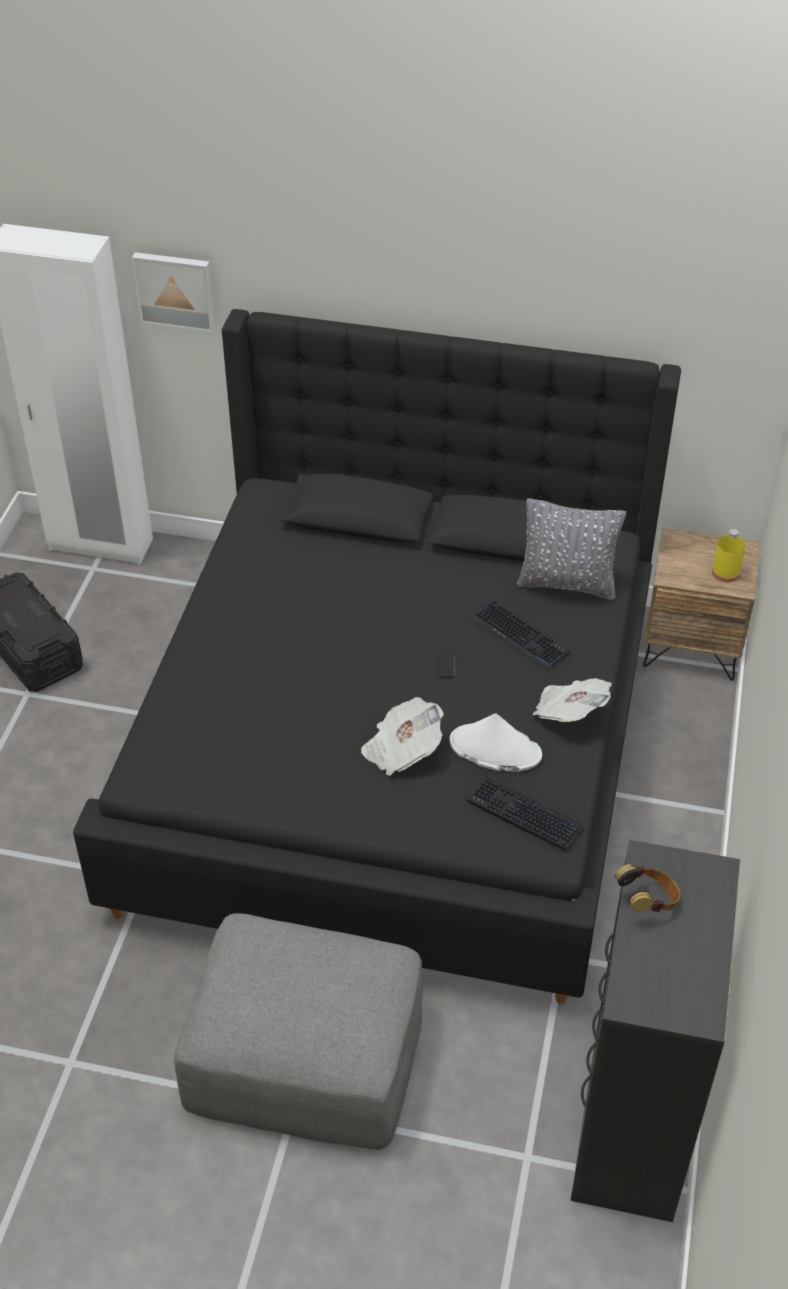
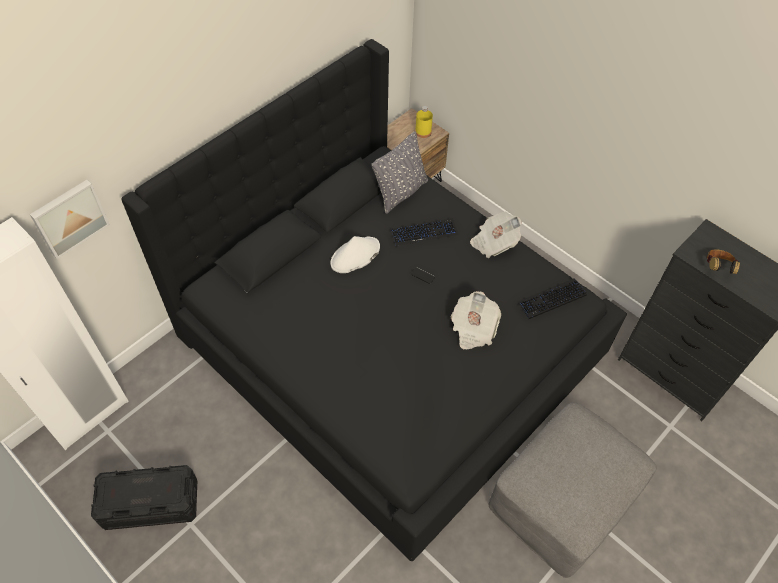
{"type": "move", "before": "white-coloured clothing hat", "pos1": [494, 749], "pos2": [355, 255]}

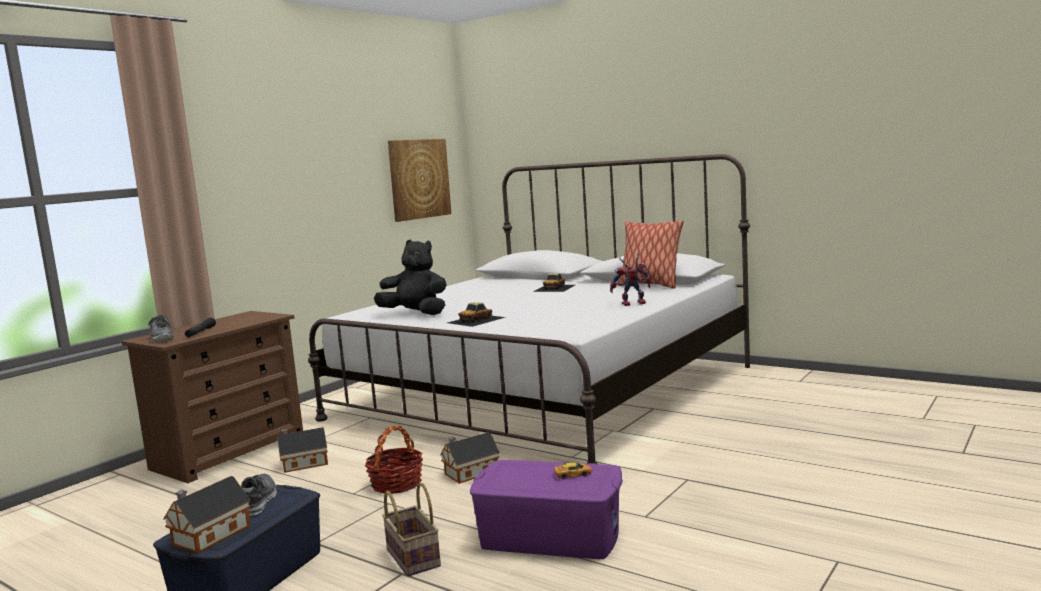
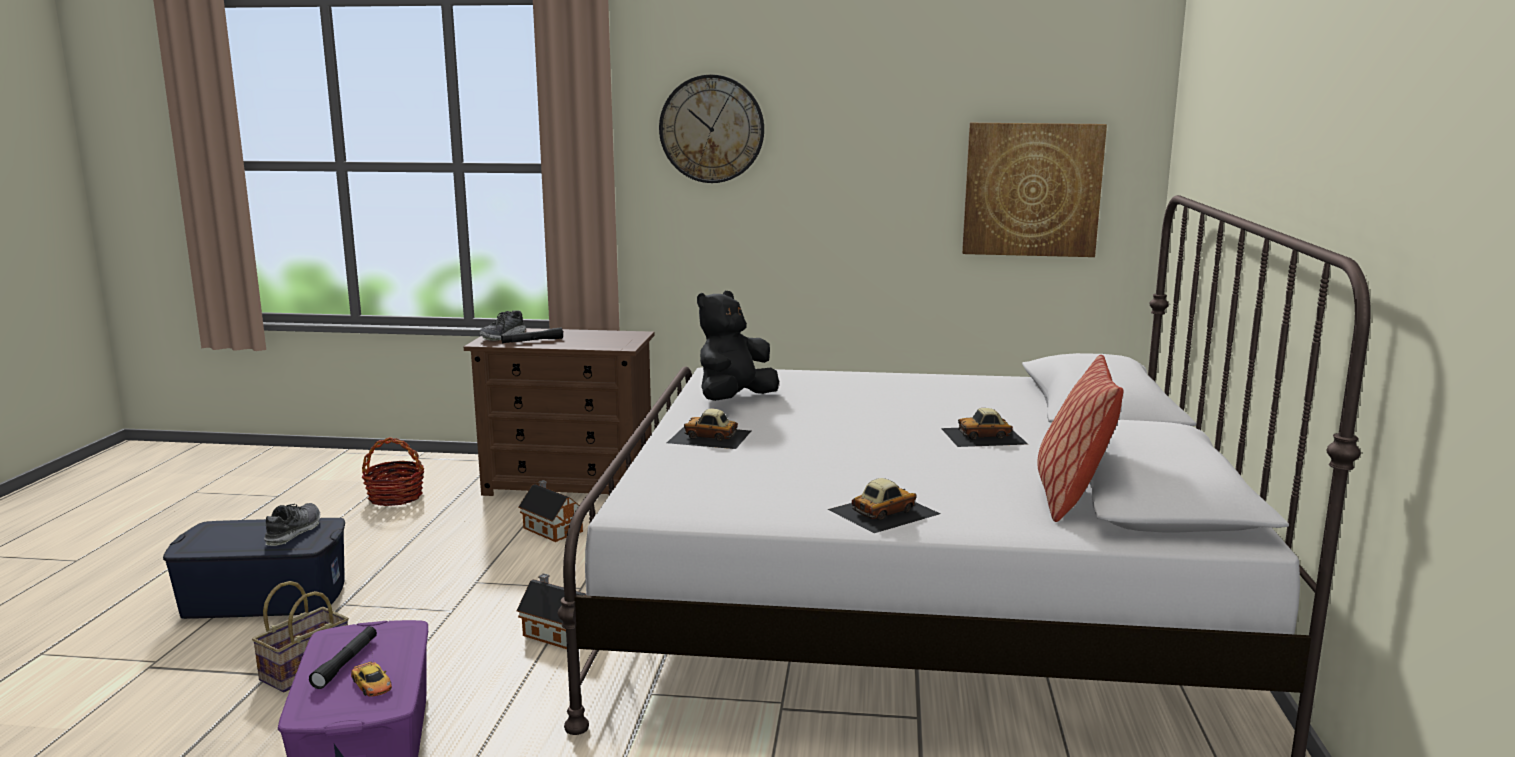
{"type": "rotate", "before": "low shoe", "pos1": [258, 502], "pos2": [293, 532], "turn": -45}
{"type": "insert", "after": "black-coloured hand torch", "pos2": [346, 663]}
{"type": "move", "before": "household basket", "pos1": [396, 484], "pos2": [395, 497]}
{"type": "insert", "after": "hanging clock", "pos2": [712, 129]}
{"type": "rotate", "before": "black-coloured cuddly toy", "pos1": [416, 314], "pos2": [734, 400], "turn": -135}
{"type": "replace", "before": "robot figure", "after": "model car", "pos1": [632, 304], "pos2": [883, 511]}
{"type": "delete", "before": "miniature house", "pos1": [208, 536]}

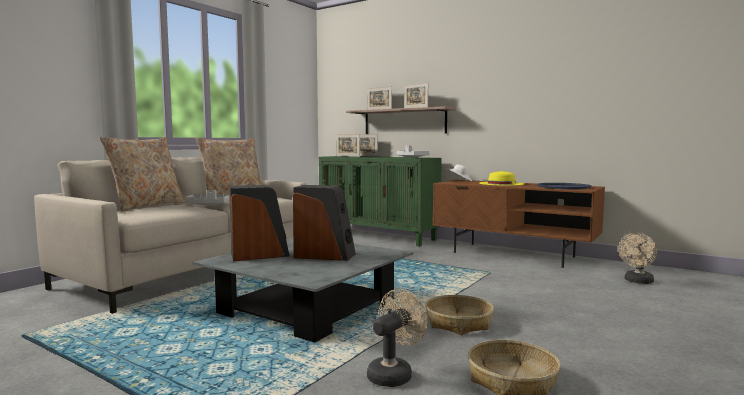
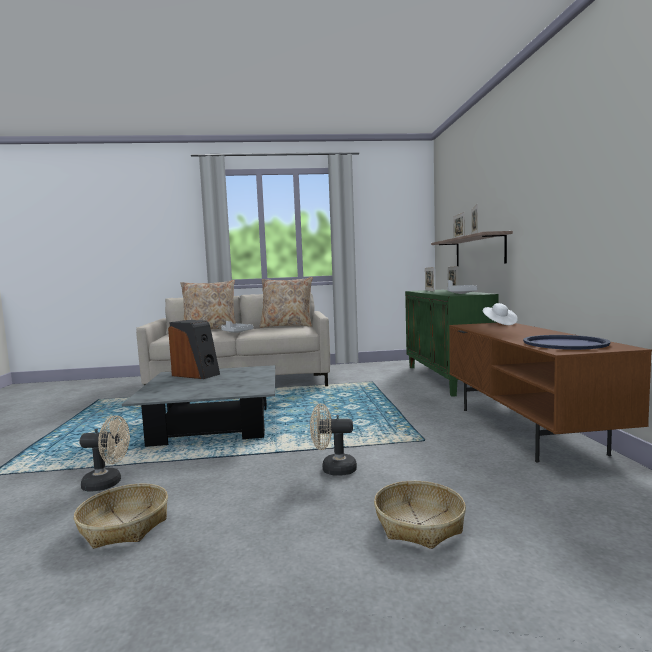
{"type": "move", "before": "sand-coloured fan", "pos1": [637, 281], "pos2": [333, 469]}
{"type": "move", "before": "household basket", "pos1": [459, 323], "pos2": [419, 524]}
{"type": "delete", "before": "loudspeaker", "pos1": [324, 255]}
{"type": "delete", "before": "yellowish clothing hat", "pos1": [501, 183]}

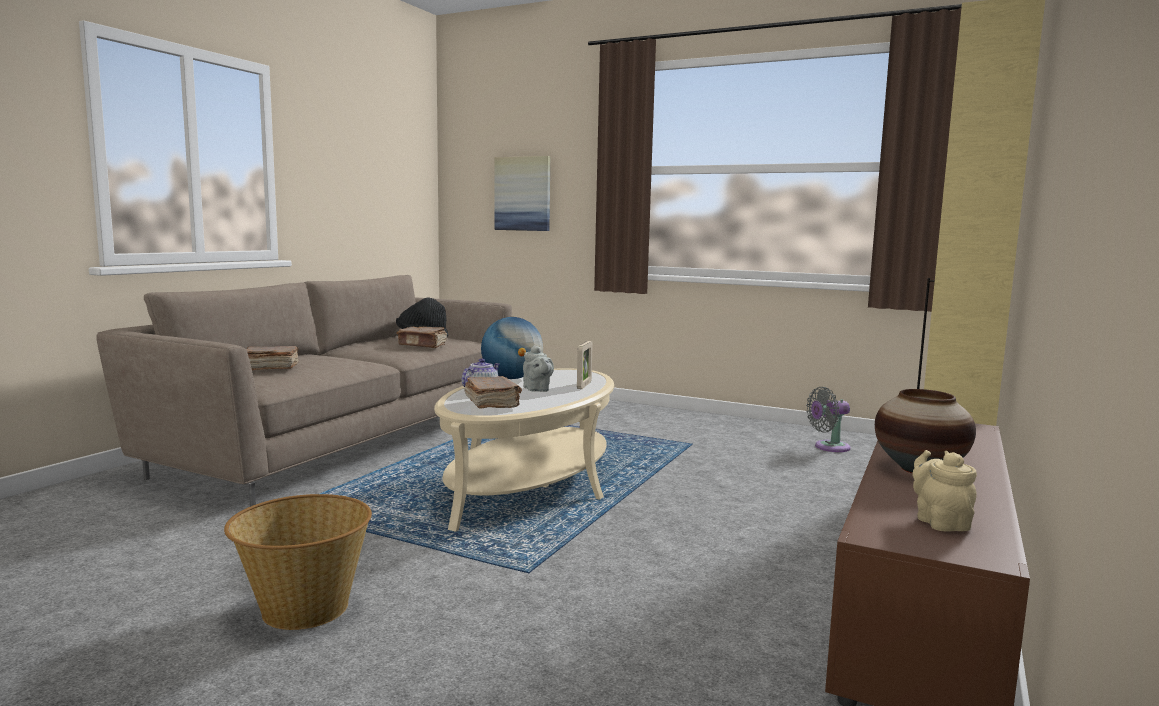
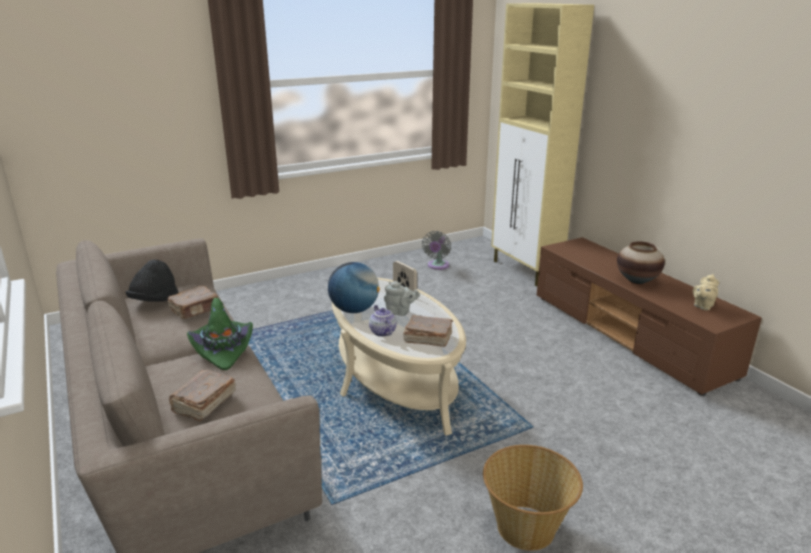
{"type": "insert", "after": "green-coloured clothing hat", "pos2": [223, 349]}
{"type": "rotate", "before": "sand-coloured tea pot", "pos1": [939, 522], "pos2": [702, 306], "turn": -75}
{"type": "delete", "before": "picture", "pos1": [523, 194]}

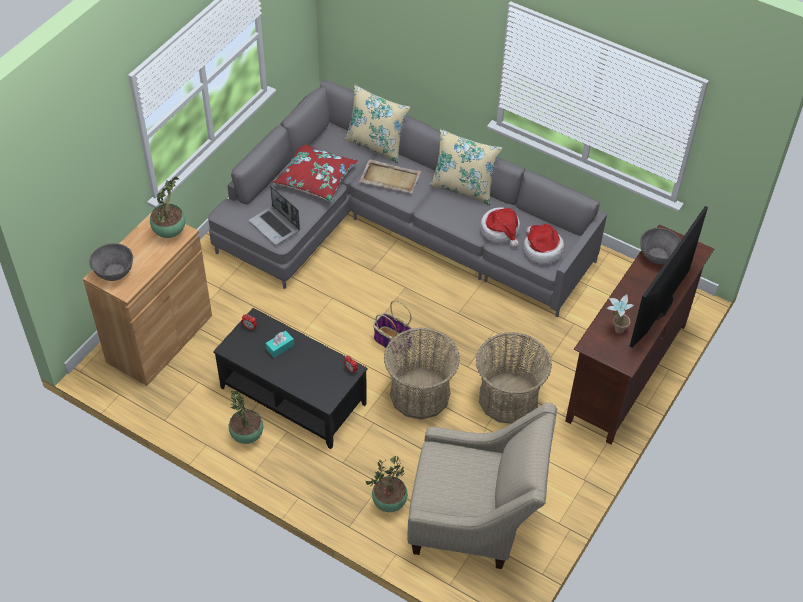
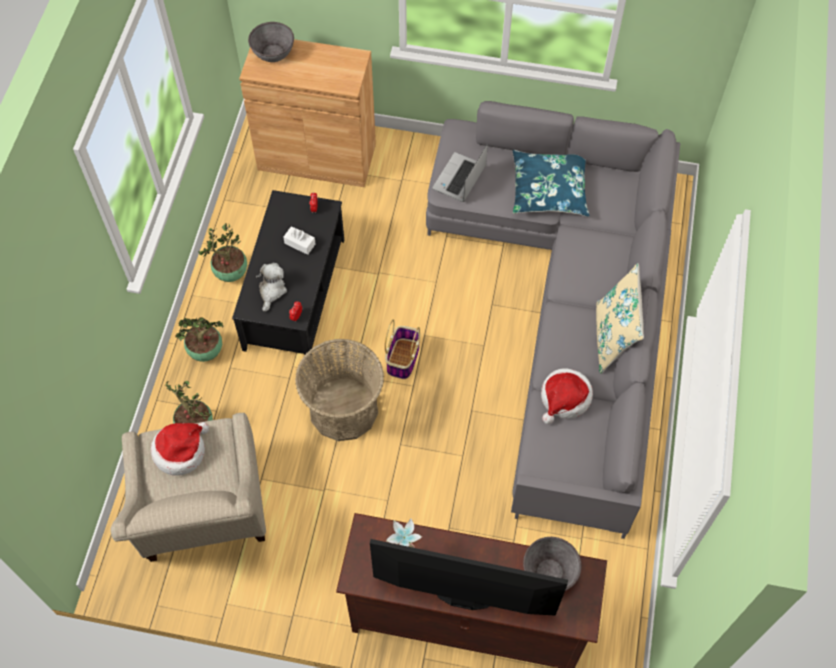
{"type": "move", "before": "clothing hat", "pos1": [541, 249], "pos2": [181, 451]}
{"type": "move", "before": "plant in a pot", "pos1": [170, 231], "pos2": [207, 351]}
{"type": "insert", "after": "cuddly toy", "pos2": [271, 291]}
{"type": "recolor", "before": "turquoise-coloured tissue holder", "after": "white-coloured tissue holder", "pos1": [280, 347], "pos2": [300, 243]}
{"type": "recolor", "before": "red-coloured pillow", "after": "bluish pillow", "pos1": [315, 178], "pos2": [549, 190]}
{"type": "delete", "before": "sand-coloured pillow", "pos1": [376, 145]}
{"type": "delete", "before": "sand-coloured tray", "pos1": [389, 178]}
{"type": "delete", "before": "household basket", "pos1": [508, 398]}

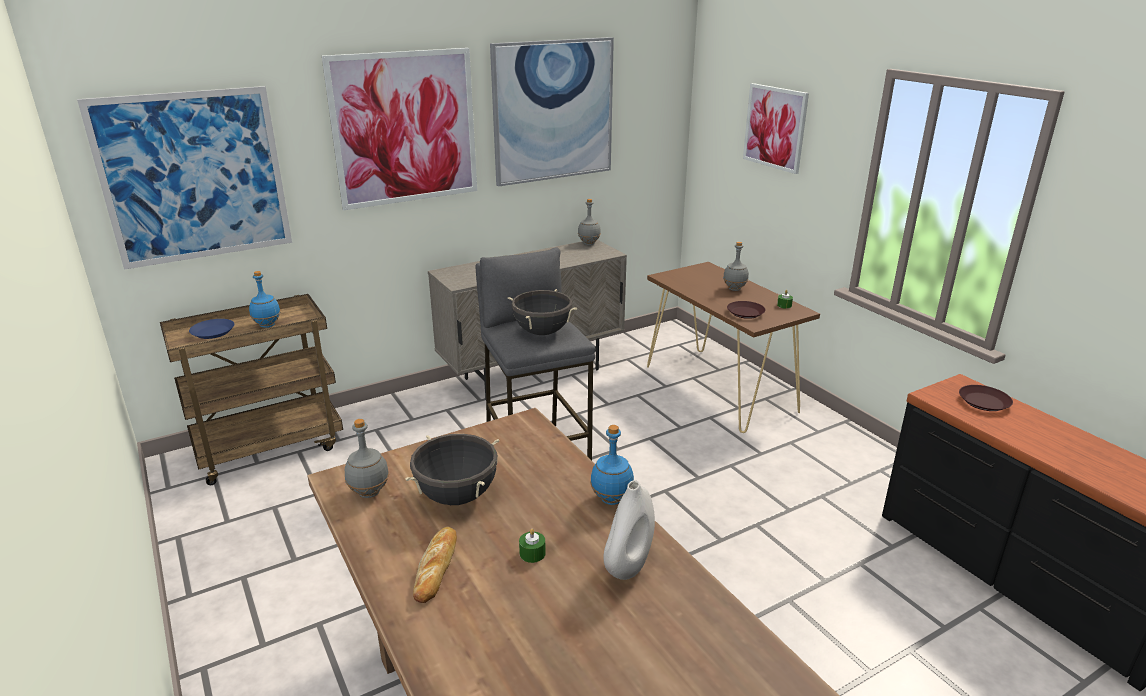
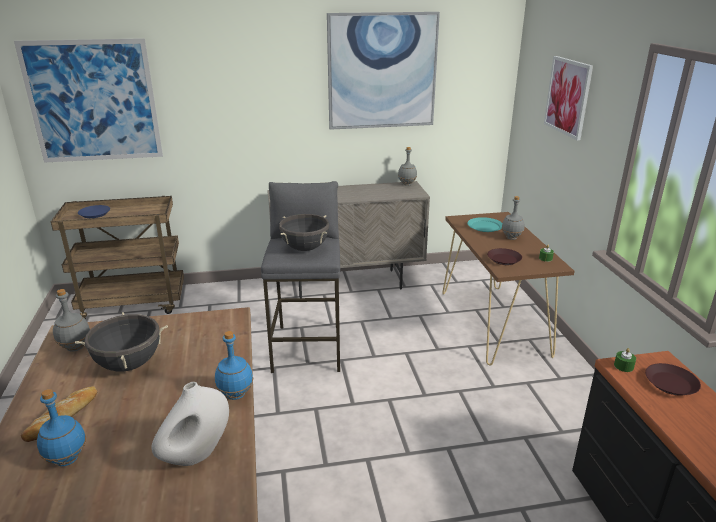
{"type": "move", "before": "bluish beverage bottle", "pos1": [268, 325], "pos2": [68, 459]}
{"type": "insert", "after": "turquoise-coloured dinner plate", "pos2": [484, 226]}
{"type": "move", "before": "green-coloured wax candle", "pos1": [532, 553], "pos2": [623, 366]}
{"type": "delete", "before": "picture", "pos1": [405, 128]}

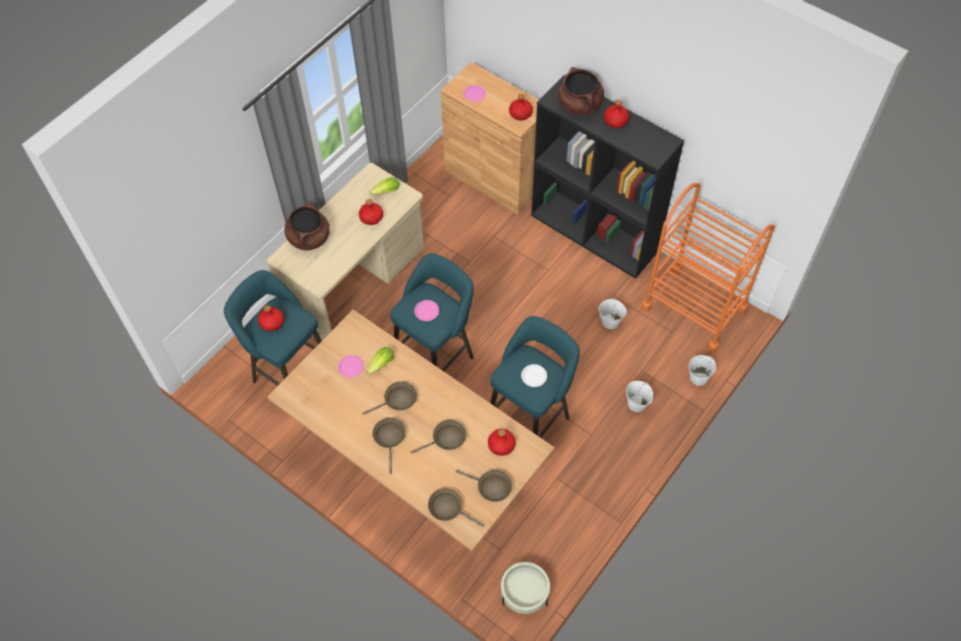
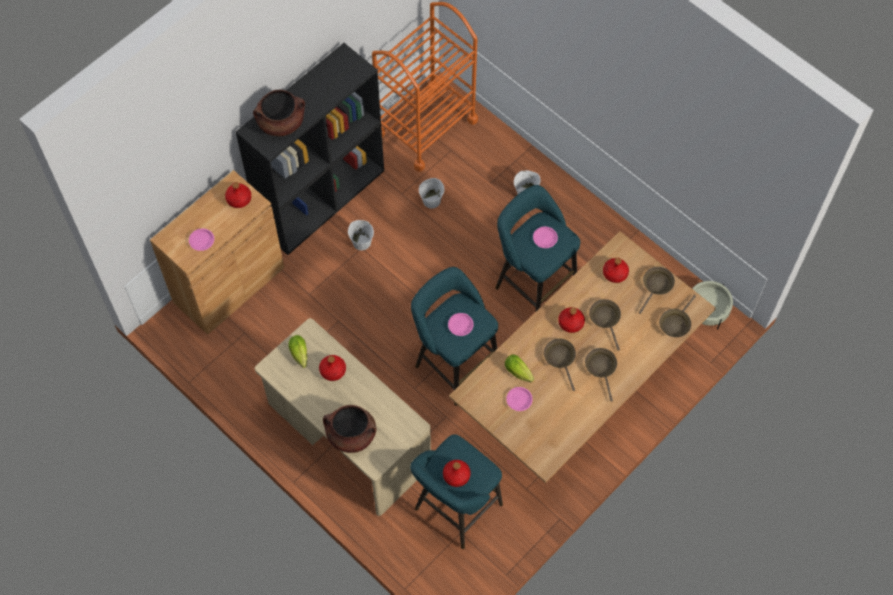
{"type": "move", "before": "white-coloured bucket", "pos1": [698, 377], "pos2": [361, 242]}
{"type": "recolor", "before": "white-coloured dinner plate", "after": "pink-coloured dinner plate", "pos1": [534, 376], "pos2": [544, 238]}
{"type": "move", "before": "red-coloured beverage bottle", "pos1": [616, 121], "pos2": [570, 322]}
{"type": "rotate", "before": "brown-coloured skillet", "pos1": [390, 438], "pos2": [601, 368], "turn": 75}

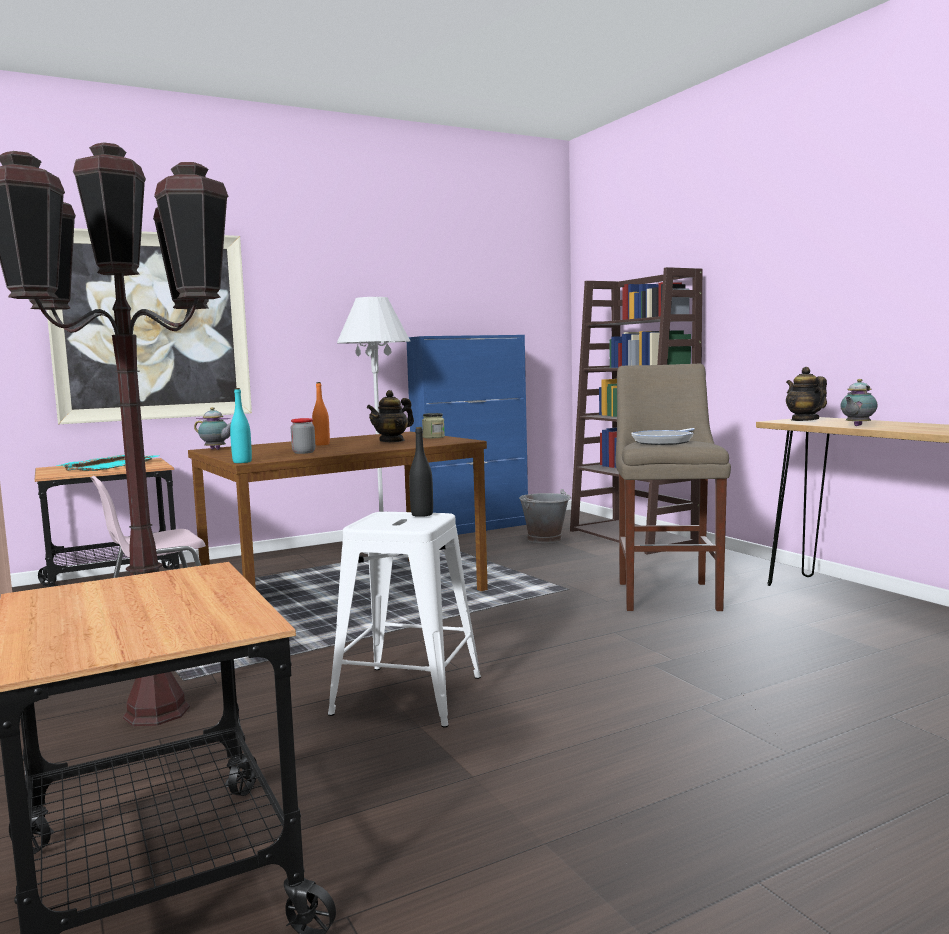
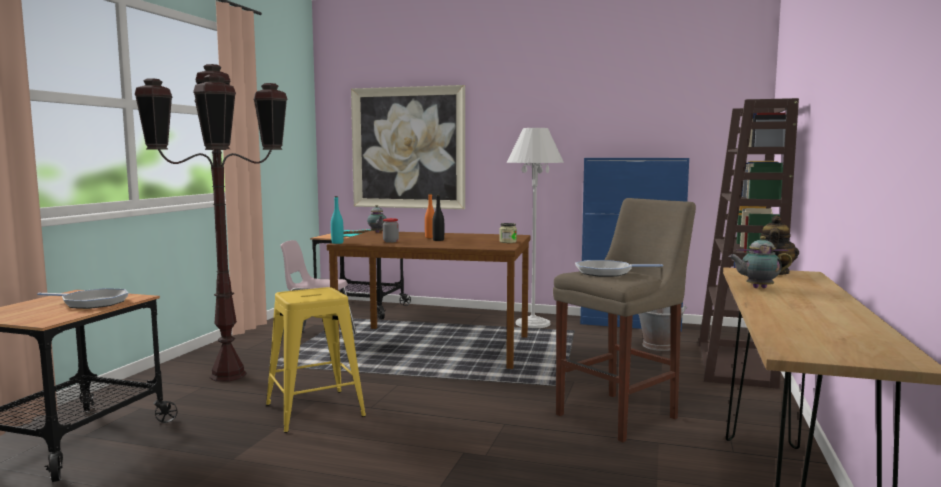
{"type": "insert", "after": "skillet", "pos2": [92, 303]}
{"type": "recolor", "before": "white-coloured stool", "after": "yellowish stool", "pos1": [408, 695], "pos2": [314, 410]}
{"type": "move", "before": "black-coloured beverage bottle", "pos1": [422, 514], "pos2": [438, 240]}
{"type": "delete", "before": "tea pot", "pos1": [392, 441]}

